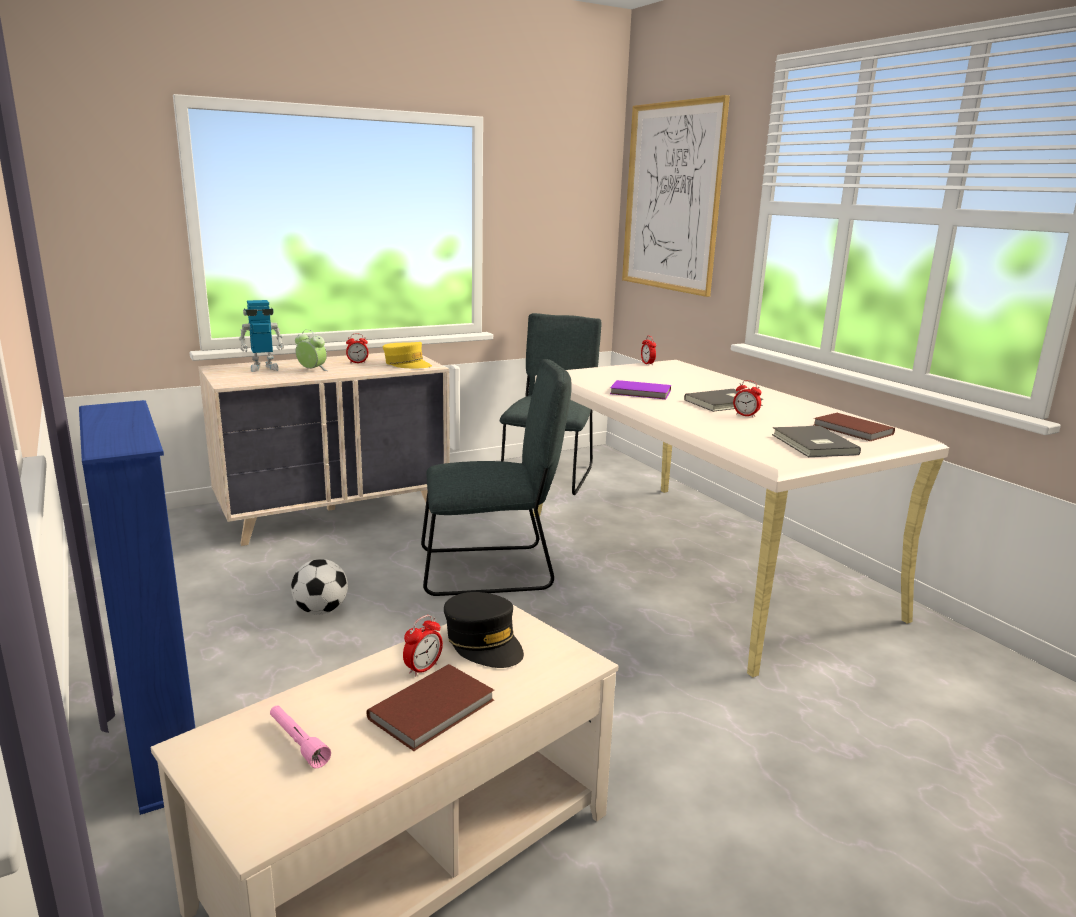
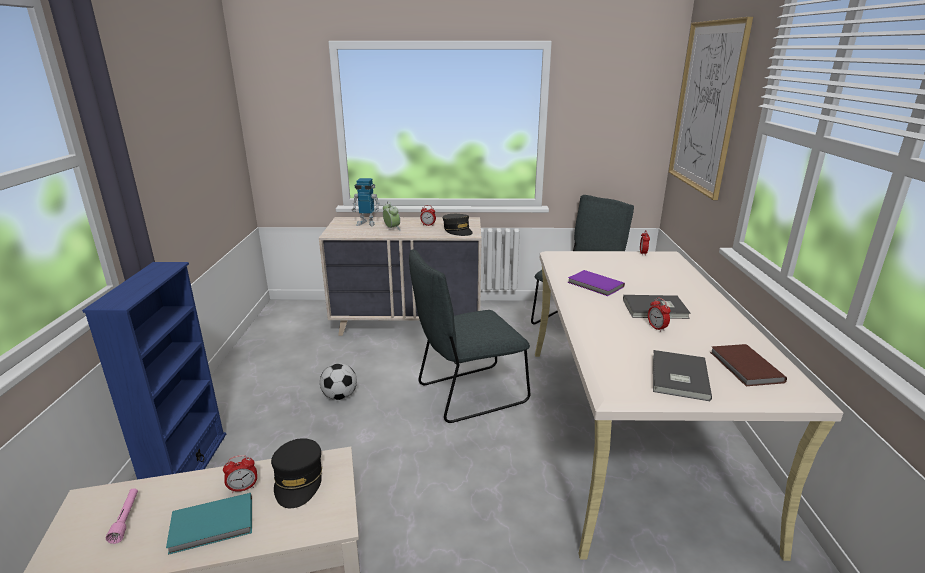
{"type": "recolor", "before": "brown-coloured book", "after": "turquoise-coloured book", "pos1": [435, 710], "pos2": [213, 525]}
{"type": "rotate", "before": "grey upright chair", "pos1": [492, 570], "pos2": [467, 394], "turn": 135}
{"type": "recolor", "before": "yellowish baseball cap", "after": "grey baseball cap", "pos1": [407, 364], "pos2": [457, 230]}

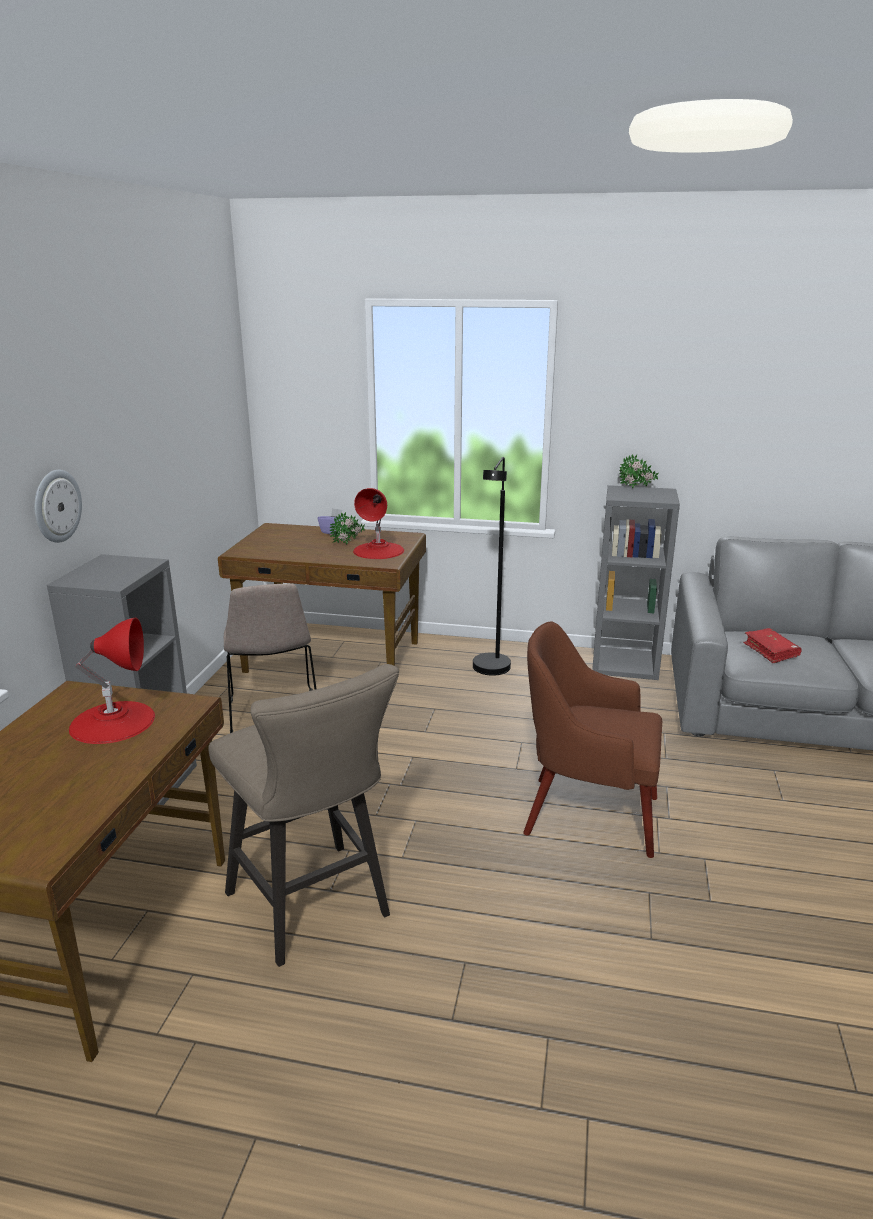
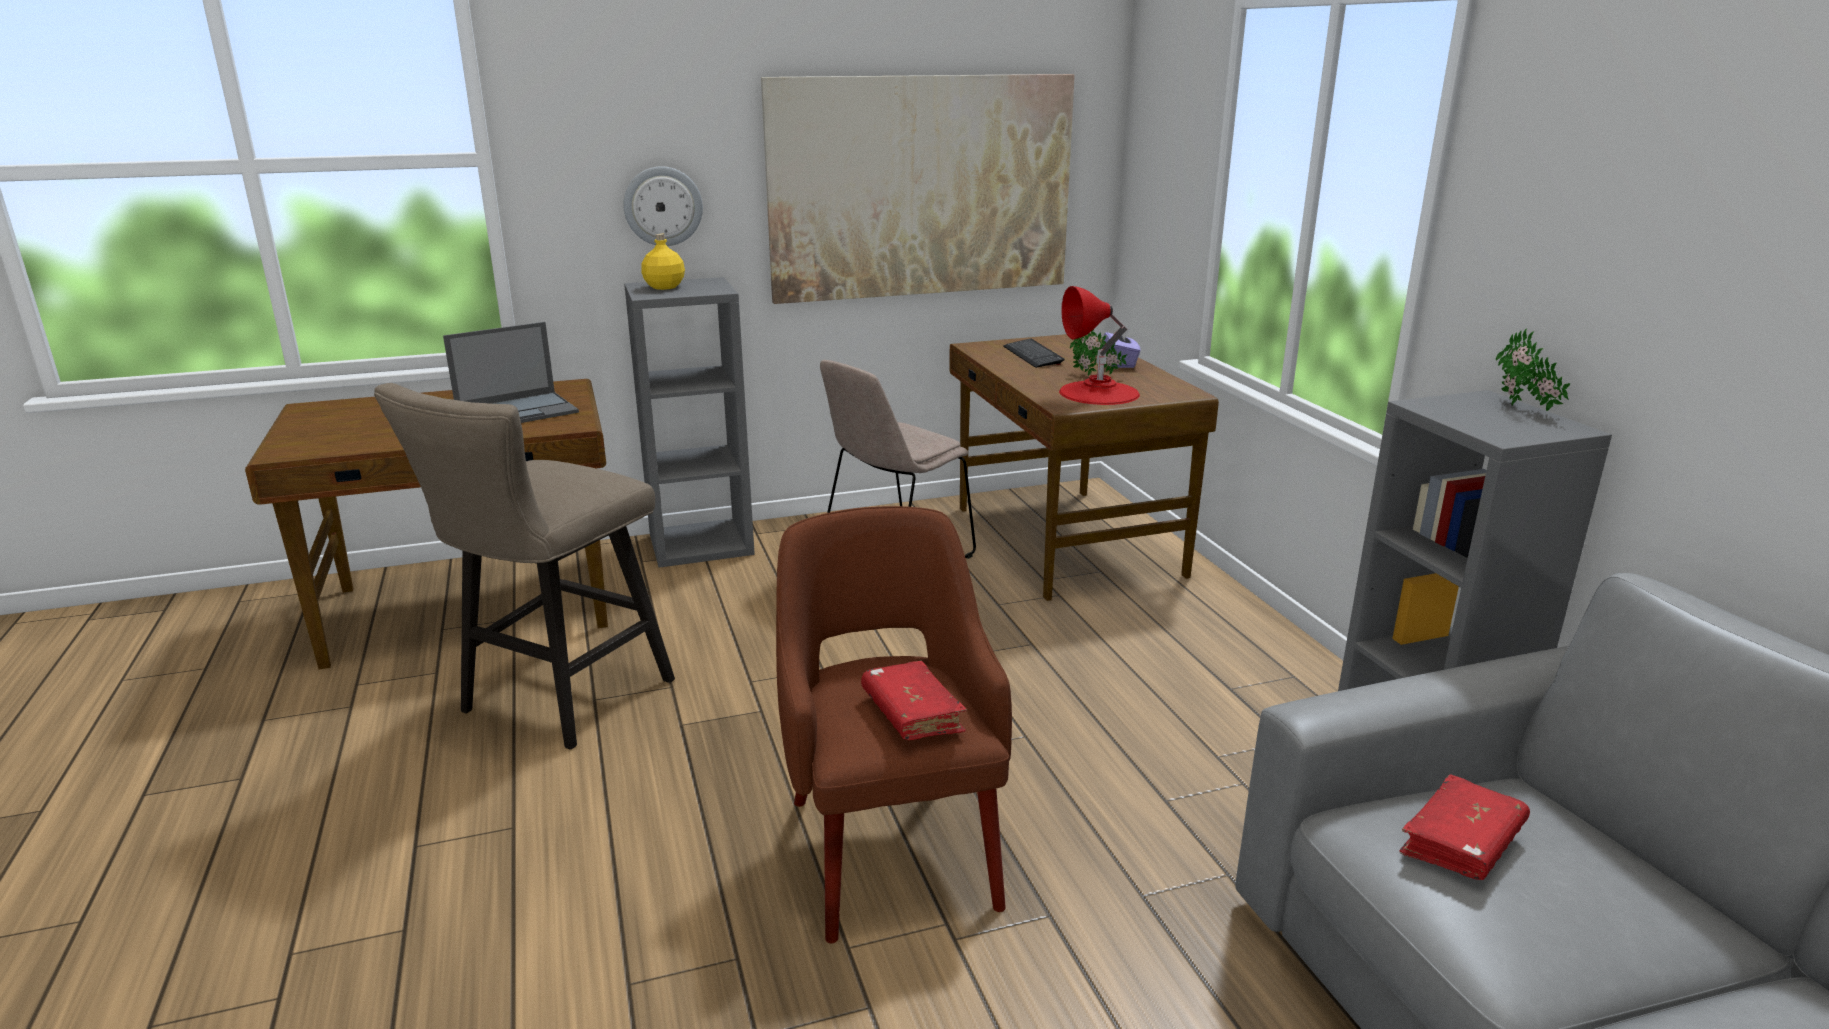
{"type": "replace", "before": "red-coloured tabletop lamp", "after": "laptop", "pos1": [113, 721], "pos2": [518, 411]}
{"type": "insert", "after": "yellowish beverage bottle", "pos2": [664, 287]}
{"type": "insert", "after": "picture", "pos2": [922, 187]}
{"type": "insert", "after": "red-coloured book", "pos2": [912, 713]}
{"type": "insert", "after": "computer keyboard", "pos2": [1033, 355]}
{"type": "delete", "before": "black-coloured standard lamp", "pos1": [491, 672]}

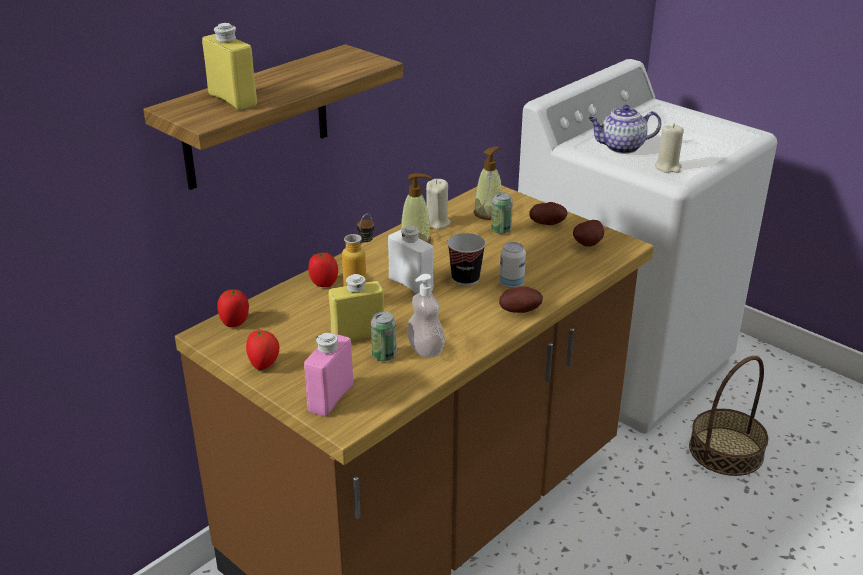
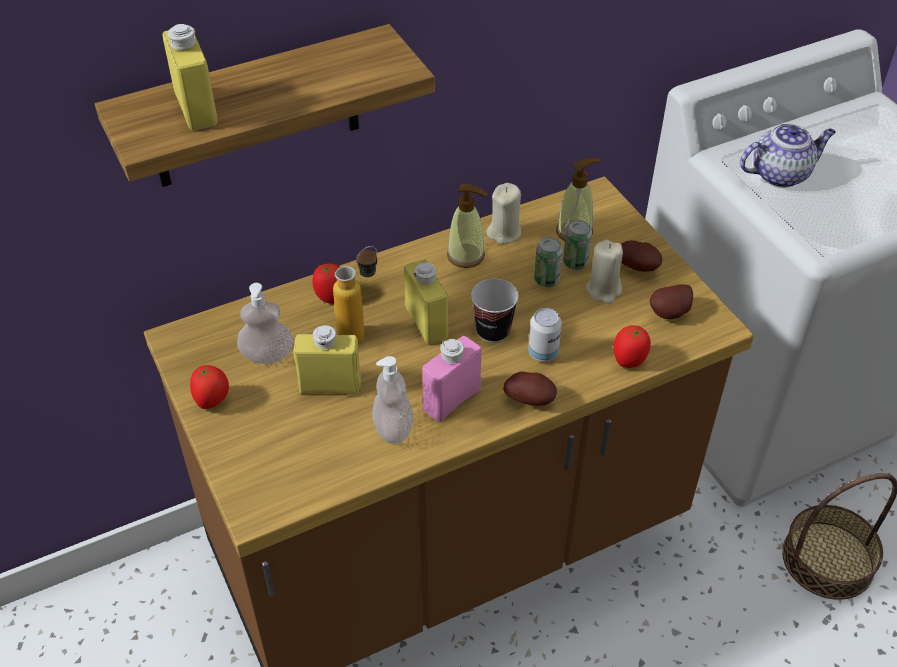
{"type": "insert", "after": "liquid soap bottle", "pos2": [267, 355]}
{"type": "recolor", "before": "white-coloured beverage bottle", "after": "yellowish beverage bottle", "pos1": [410, 284], "pos2": [426, 323]}
{"type": "move", "before": "pink-coloured beverage bottle", "pos1": [331, 398], "pos2": [452, 400]}
{"type": "move", "before": "metal can", "pos1": [384, 355], "pos2": [546, 280]}
{"type": "move", "before": "sand-coloured wax candle", "pos1": [668, 167], "pos2": [603, 290]}
{"type": "move", "before": "tomato", "pos1": [235, 322], "pos2": [629, 360]}
{"type": "rotate", "before": "tea pot", "pos1": [621, 147], "pos2": [781, 174], "turn": 150}

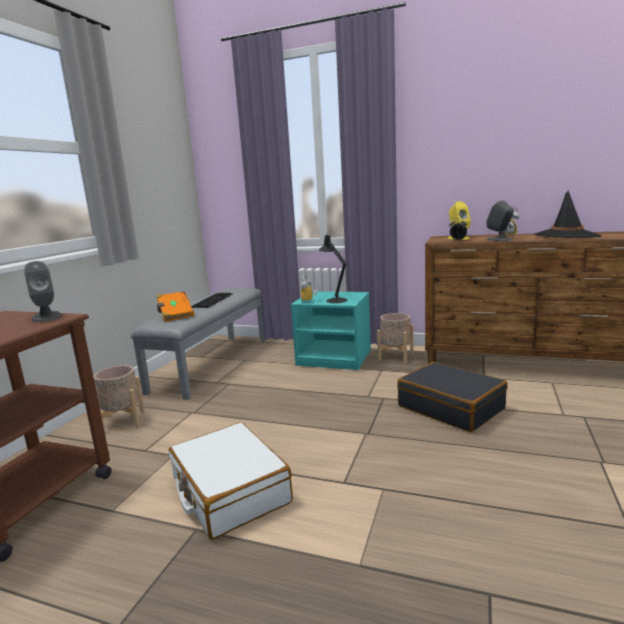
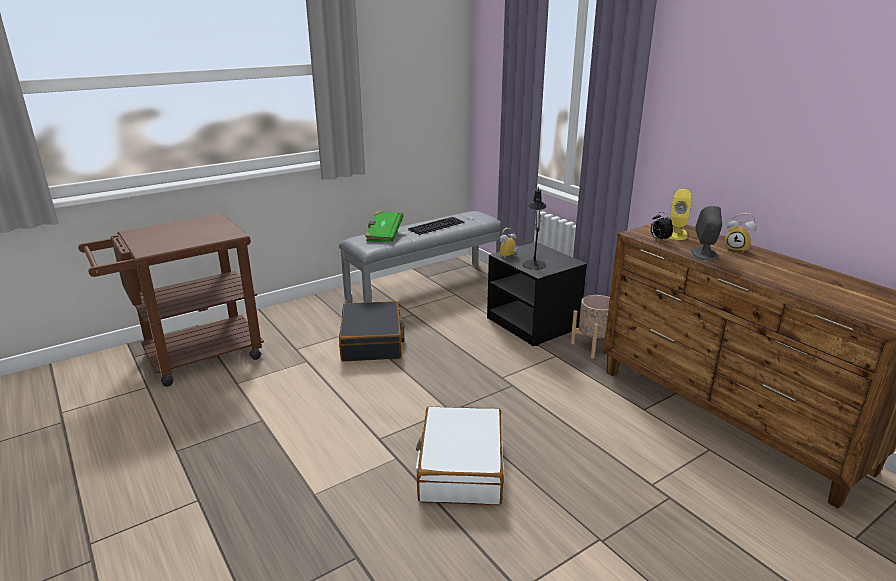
{"type": "move", "before": "black-coloured travel case", "pos1": [451, 407], "pos2": [372, 342]}
{"type": "recolor", "before": "orange-coloured book", "after": "green-coloured book", "pos1": [175, 315], "pos2": [384, 235]}
{"type": "move", "before": "white-coloured travel case", "pos1": [229, 491], "pos2": [460, 467]}
{"type": "recolor", "before": "turquoise-coloured night table", "after": "black-coloured night table", "pos1": [335, 358], "pos2": [534, 324]}
{"type": "delete", "before": "grey loudspeaker", "pos1": [46, 317]}
{"type": "delete", "before": "sand-coloured flower pot", "pos1": [122, 421]}
{"type": "delete", "before": "black-coloured clothing hat", "pos1": [566, 236]}

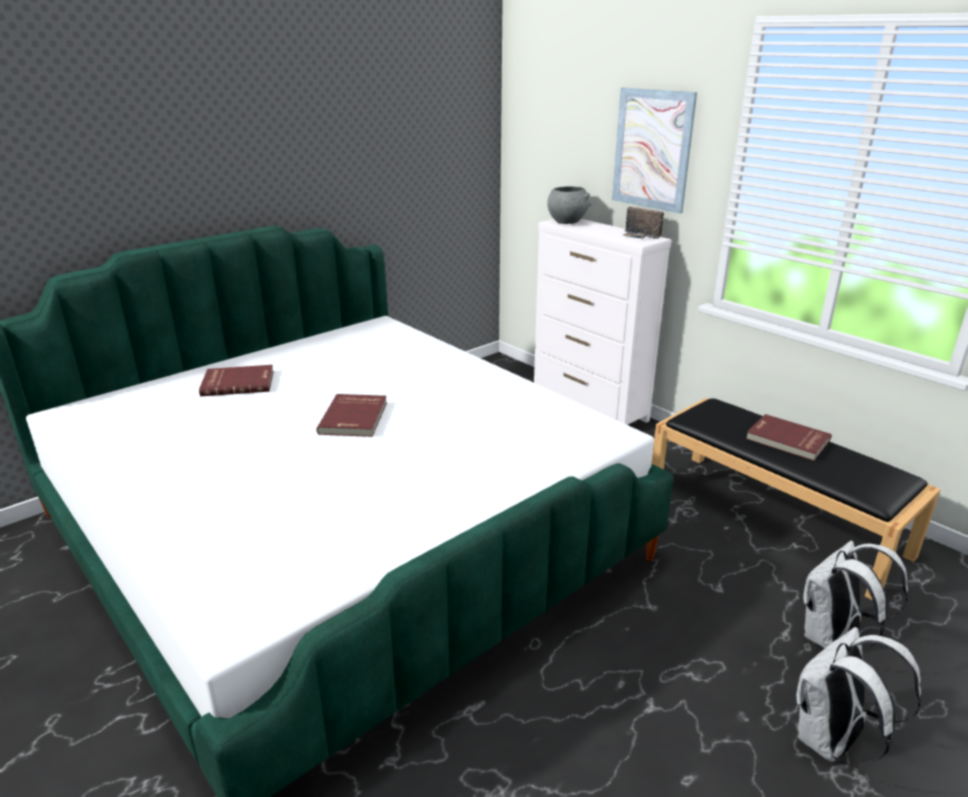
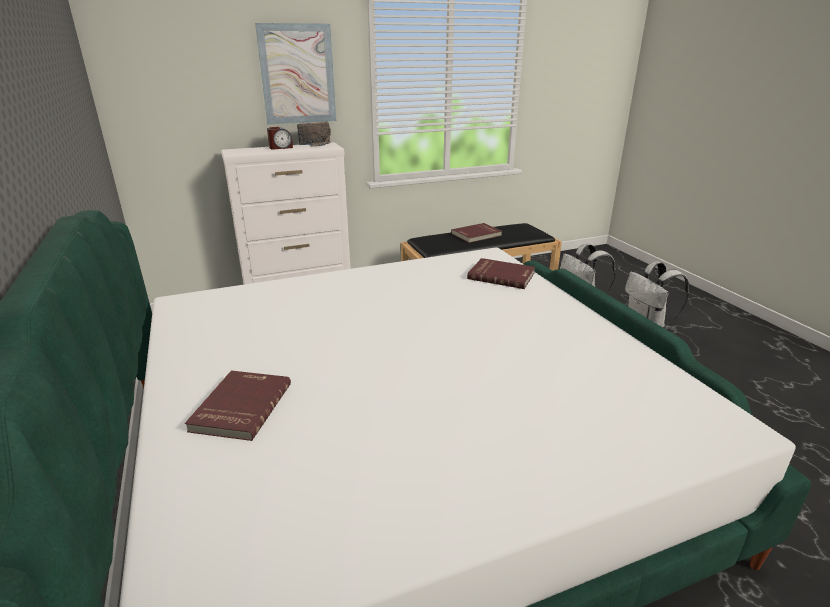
{"type": "insert", "after": "table clock", "pos2": [280, 147]}
{"type": "move", "before": "red-coloured book", "pos1": [355, 418], "pos2": [501, 275]}
{"type": "delete", "before": "grey deep dish", "pos1": [567, 222]}

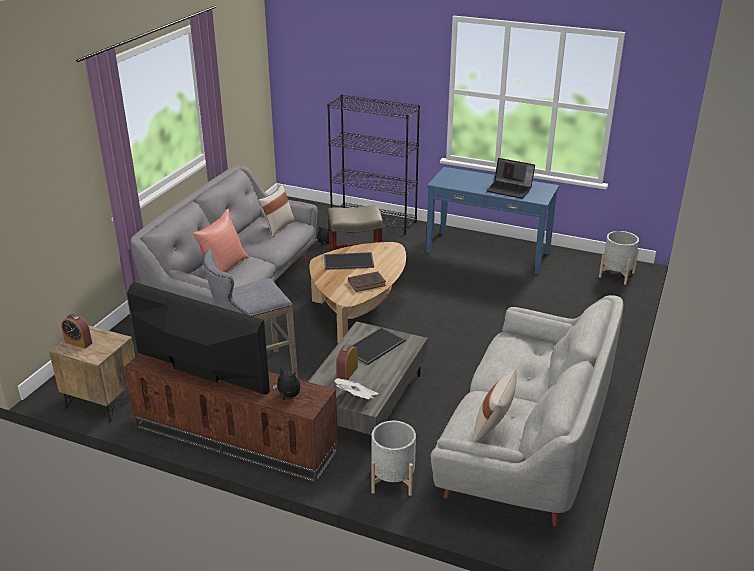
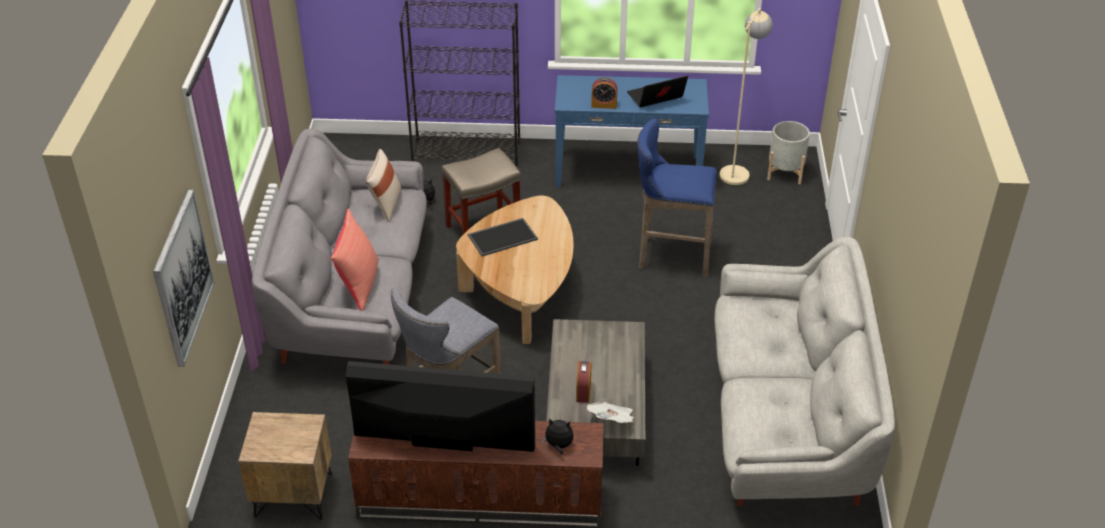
{"type": "insert", "after": "picture", "pos2": [182, 277]}
{"type": "move", "before": "table clock", "pos1": [78, 342], "pos2": [604, 105]}
{"type": "rotate", "before": "laptop", "pos1": [510, 189], "pos2": [655, 98], "turn": 150}
{"type": "insert", "after": "bluish stool", "pos2": [670, 256]}
{"type": "insert", "after": "sand-coloured standard lamp", "pos2": [737, 170]}
{"type": "delete", "before": "brown-coloured book", "pos1": [368, 283]}
{"type": "delete", "before": "tray", "pos1": [375, 346]}
{"type": "delete", "before": "grey flower pot", "pos1": [393, 480]}
{"type": "delete", "before": "sand-coloured pillow", "pos1": [493, 428]}

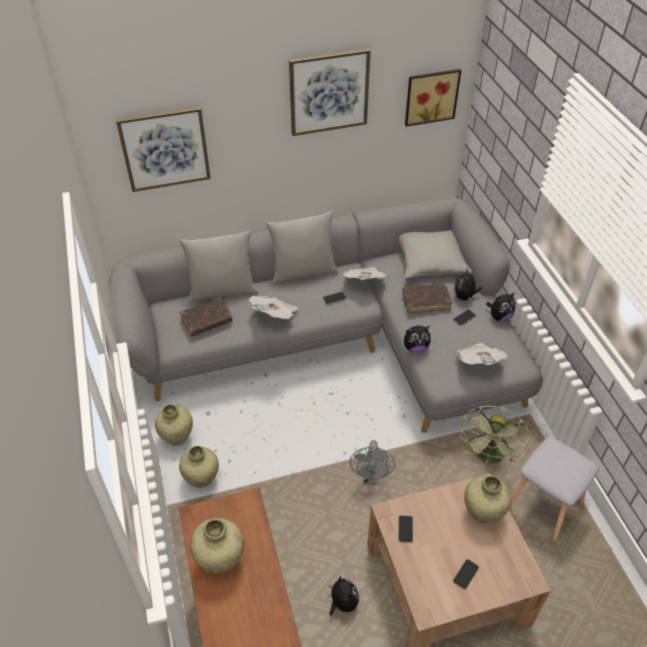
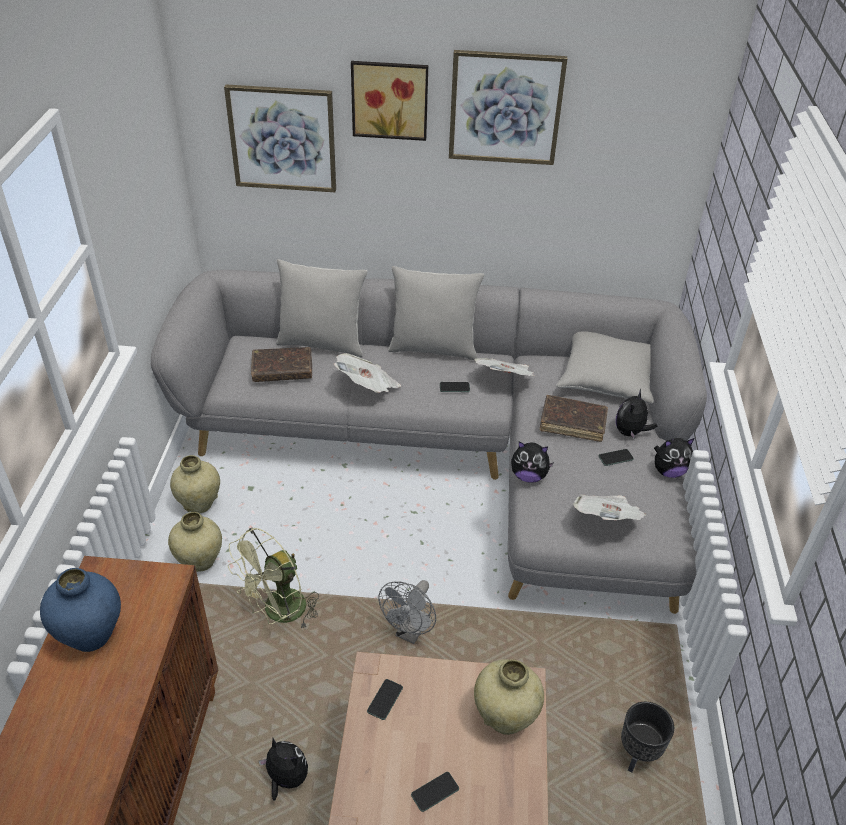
{"type": "recolor", "before": "sand-coloured vase", "after": "bluish vase", "pos1": [220, 560], "pos2": [91, 635]}
{"type": "move", "before": "green-coloured fan", "pos1": [489, 458], "pos2": [278, 613]}
{"type": "rotate", "before": "cuddly toy", "pos1": [342, 603], "pos2": [286, 779], "turn": -45}
{"type": "move", "before": "picture", "pos1": [431, 96], "pos2": [390, 99]}
{"type": "replace", "before": "grey stool", "after": "black-coloured flower pot", "pos1": [545, 505], "pos2": [638, 756]}

